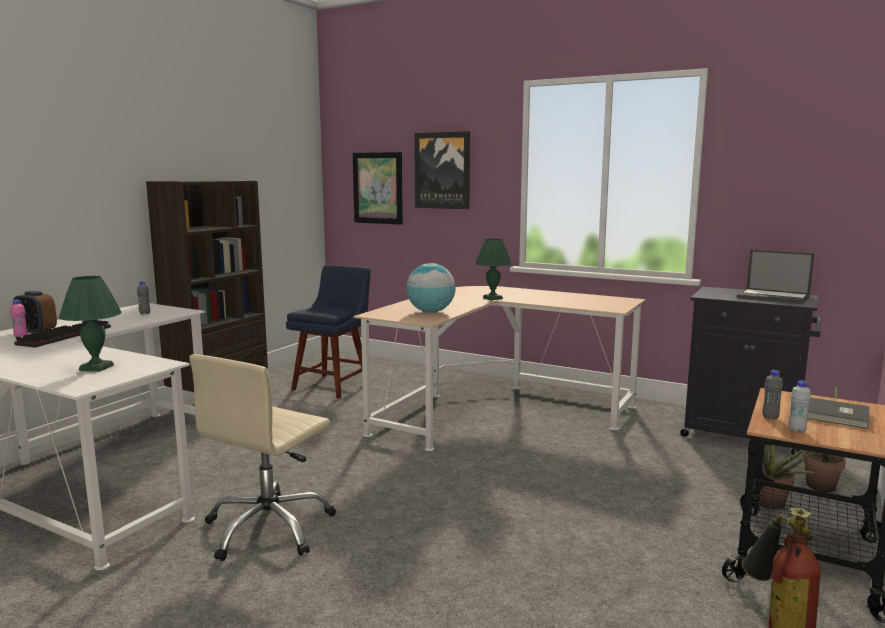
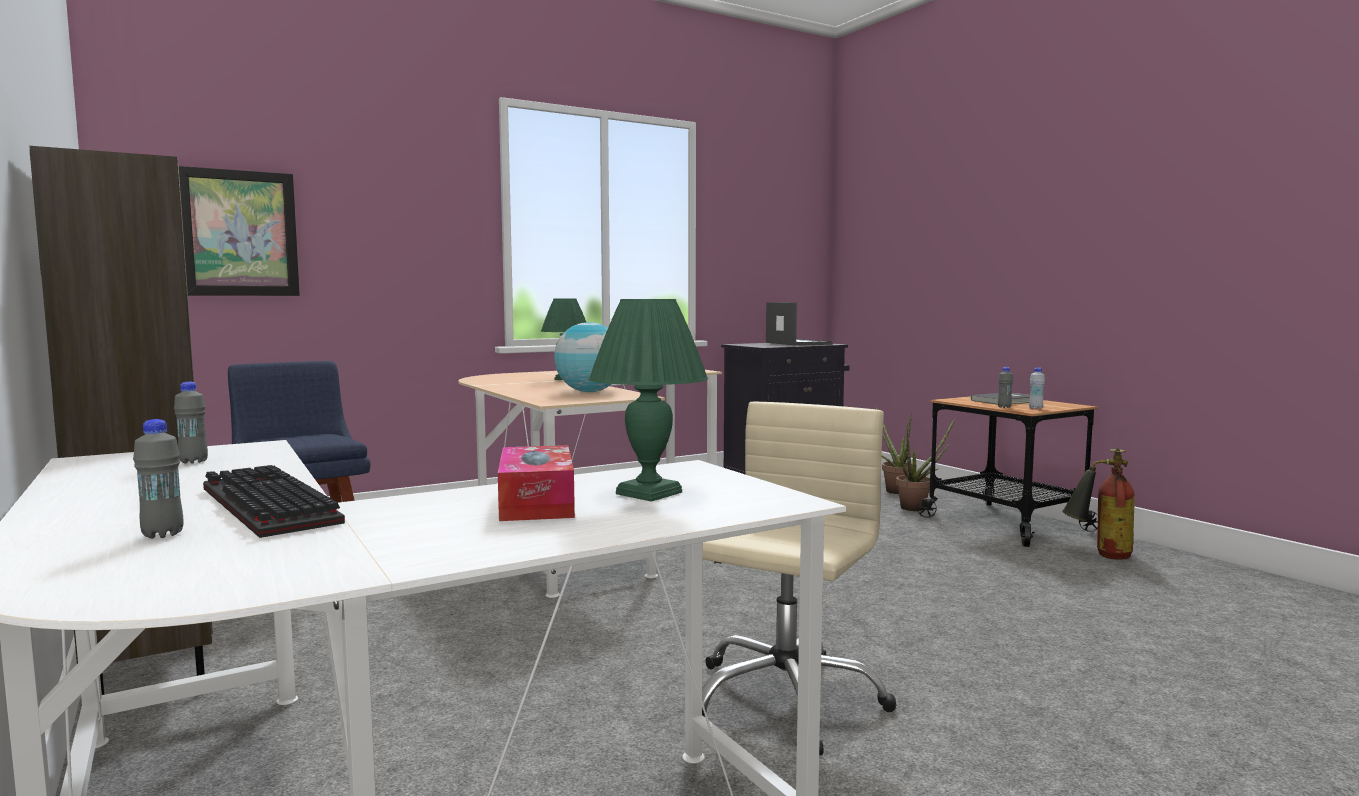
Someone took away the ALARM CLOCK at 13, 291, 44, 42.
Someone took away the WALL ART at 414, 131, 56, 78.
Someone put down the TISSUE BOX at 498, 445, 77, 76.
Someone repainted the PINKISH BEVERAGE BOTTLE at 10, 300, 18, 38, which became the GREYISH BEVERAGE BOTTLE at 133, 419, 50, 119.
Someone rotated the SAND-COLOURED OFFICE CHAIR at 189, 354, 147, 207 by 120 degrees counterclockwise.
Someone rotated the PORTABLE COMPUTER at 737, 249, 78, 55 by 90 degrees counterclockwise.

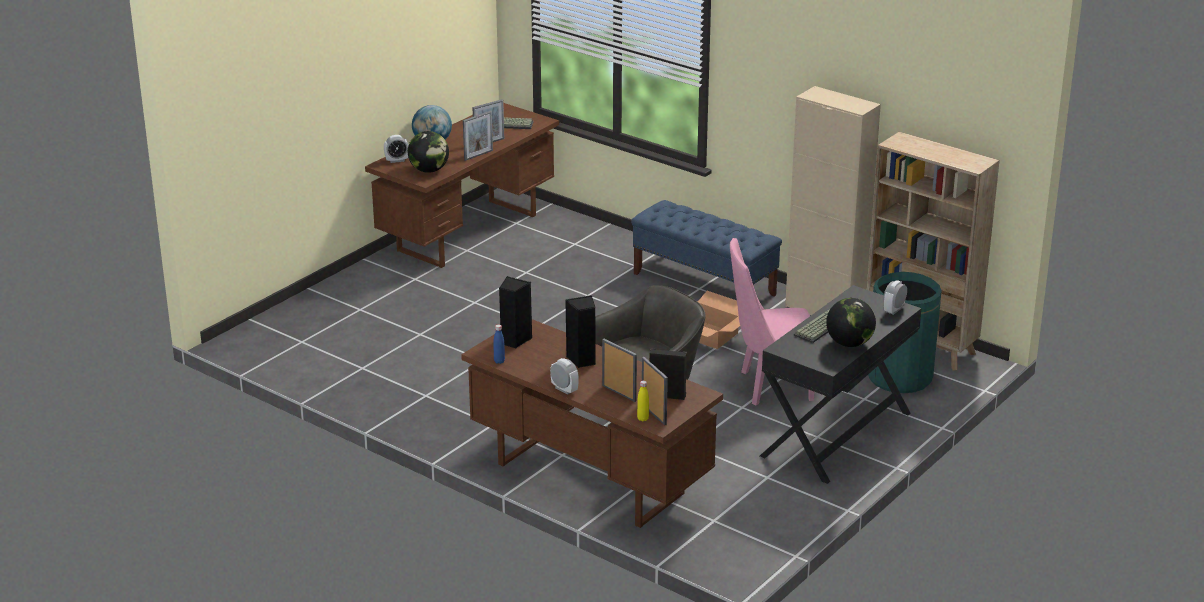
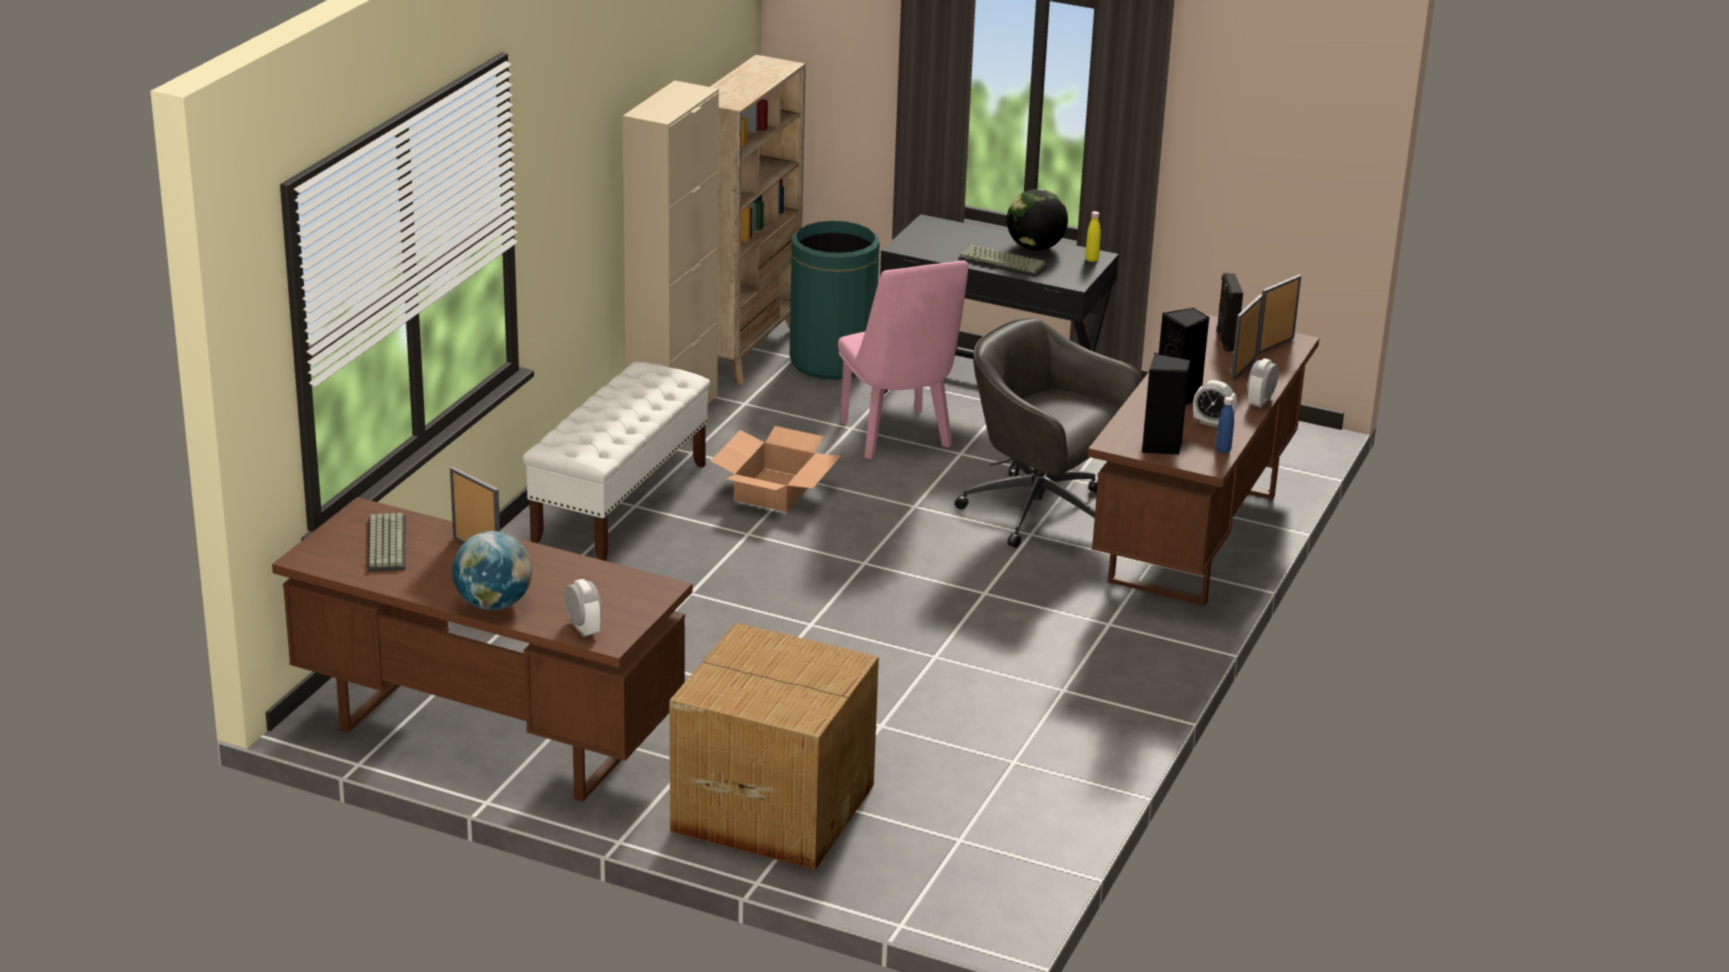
Someone took away the DESK GLOBE at 408, 131, 41, 42.
Someone took away the STANDING FRAME at 463, 111, 30, 50.
Someone put down the PACKING BOX at 670, 622, 209, 248.
Someone carried the YELLOW-COLOURED BEVERAGE BOTTLE from 637, 380, 12, 41 to 1085, 211, 16, 51.
Someone carried the ALARM CLOCK from 883, 280, 24, 35 to 1193, 380, 44, 47.
Someone repainted the BLUE BENCH at 631, 200, 151, 96, which became the WHITE BENCH at 523, 362, 187, 199.

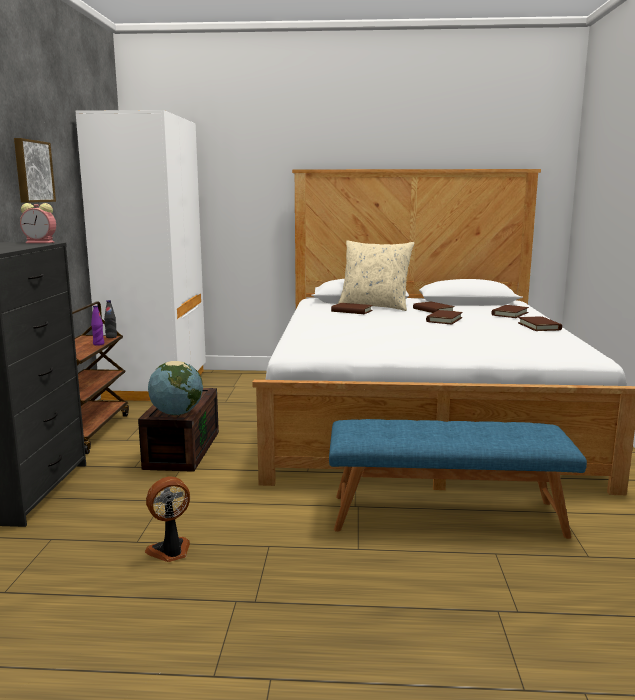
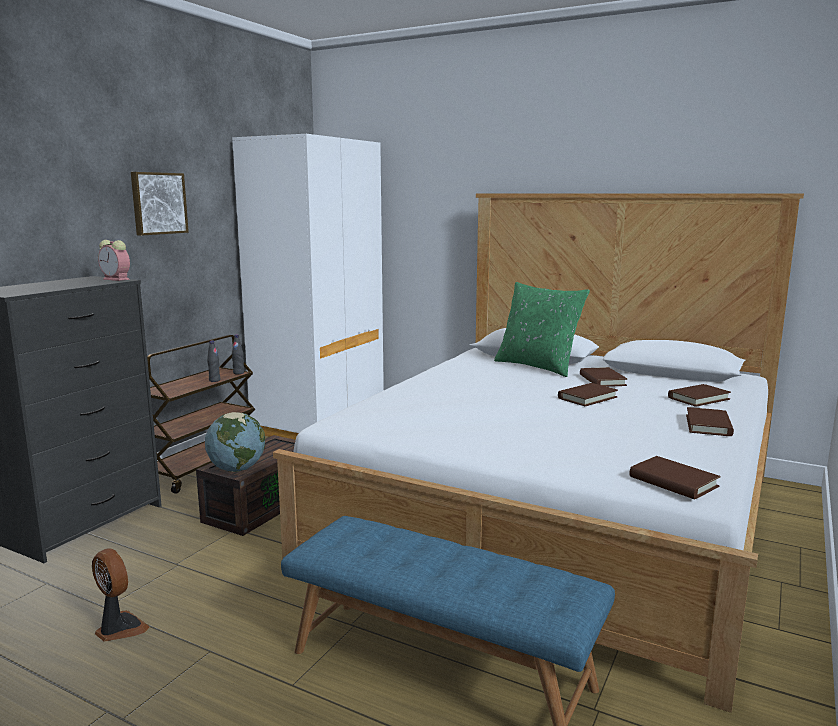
Someone carried the BROWN VOLUME from 331, 303, 42, 11 to 630, 456, 90, 43.
Someone repainted the PURPLISH BEVERAGE BOTTLE at 91, 305, 13, 41, which became the BLACK BEVERAGE BOTTLE at 207, 340, 13, 42.
Someone repainted the SAND-COLOURED THROW PILLOW at 338, 240, 76, 71, which became the GREENISH THROW PILLOW at 494, 282, 96, 95.
Someone rotated the FAN at 145, 477, 45, 85 by 45 degrees clockwise.

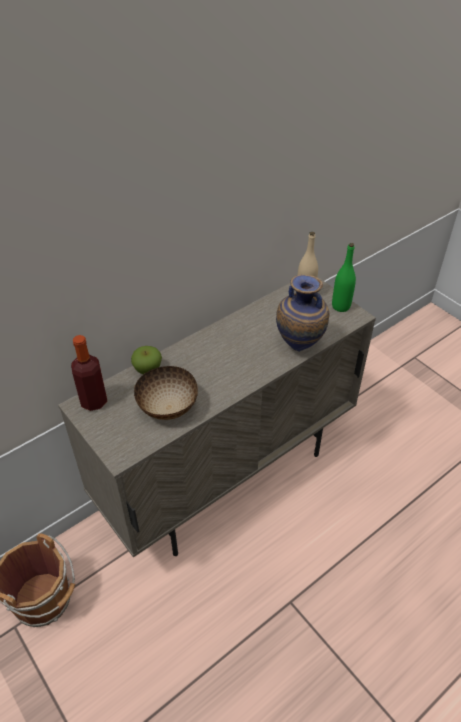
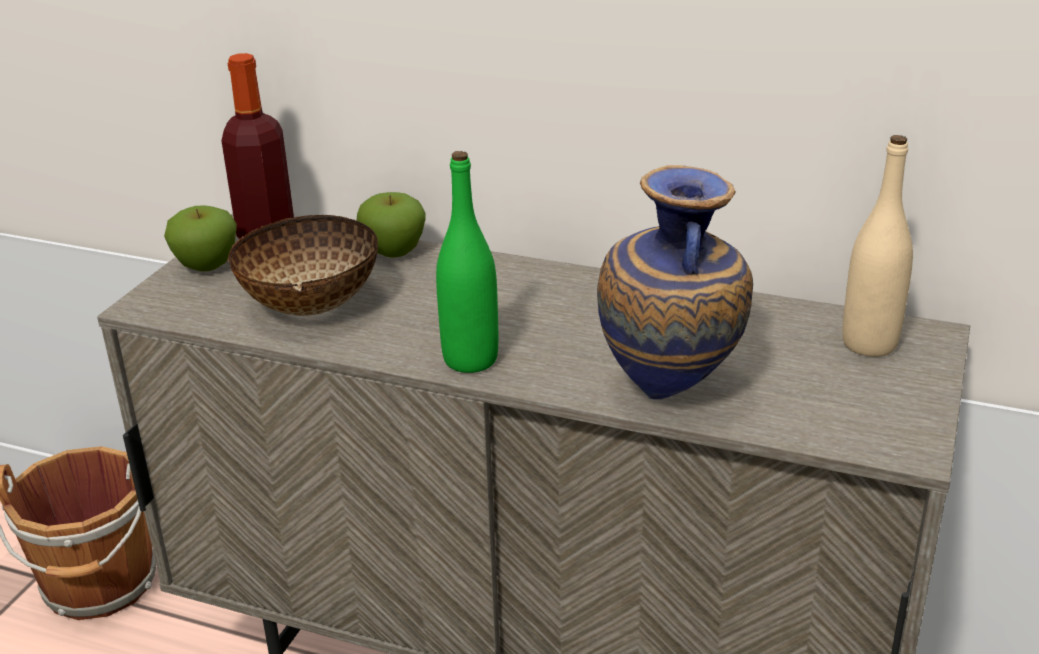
Someone put down the WHOLE APPLE at 164, 205, 73, 66.
Someone carried the GREENISH BEVERAGE BOTTLE from 332, 243, 24, 69 to 436, 151, 62, 222.

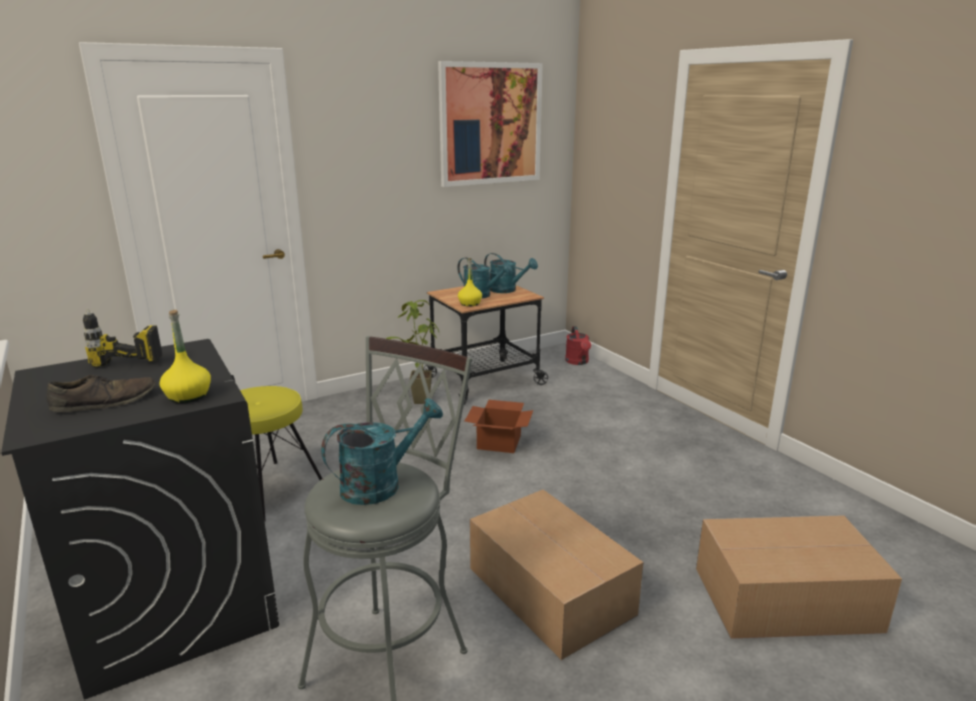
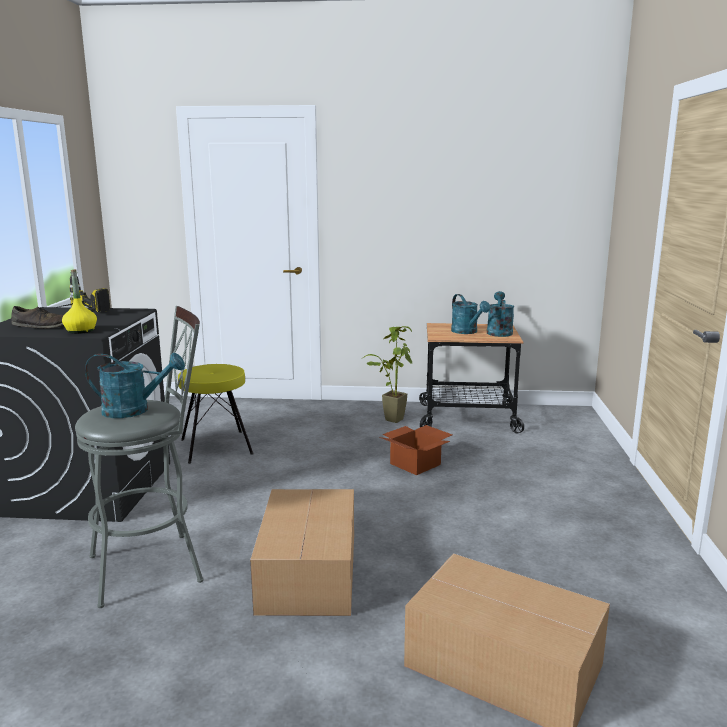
Someone took away the WALL ART at 438, 61, 105, 126.
Someone took away the YELLOW-COLOURED BEVERAGE BOTTLE at 458, 258, 24, 48.
Someone took away the RED SPRINKLING CAN at 565, 326, 26, 39.
Someone rotated the TURQUOISE-COLOURED SPRINKLING CAN at 484, 253, 54, 40 by 150 degrees counterclockwise.

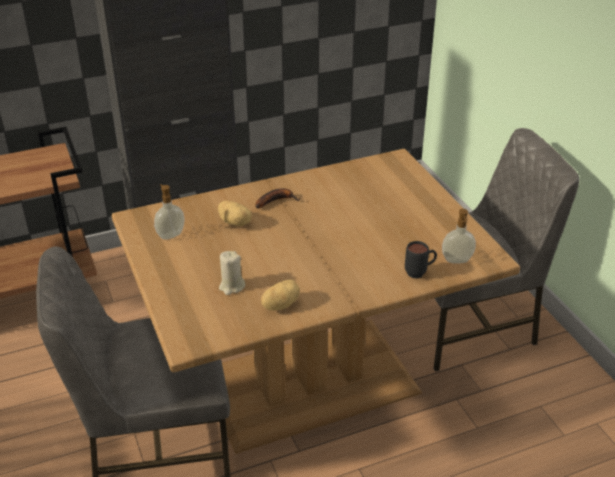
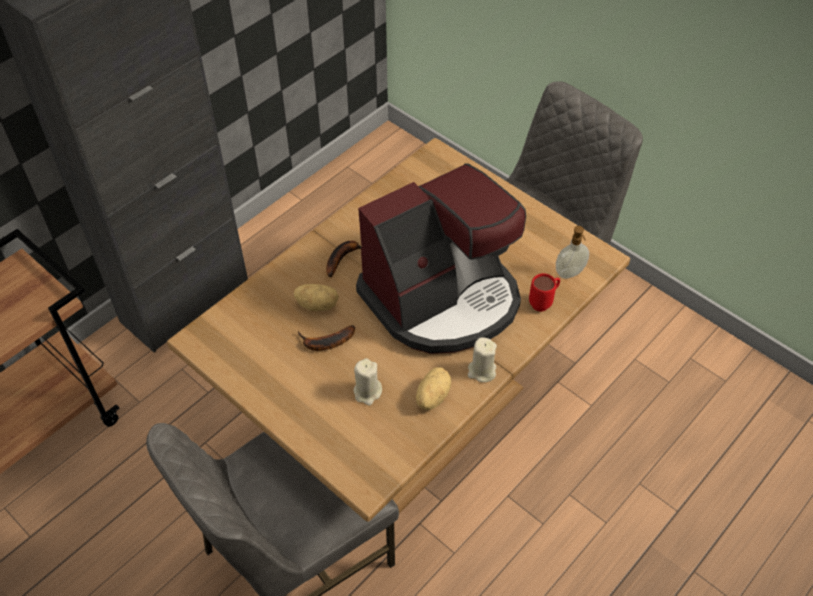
Someone took away the SOAP BOTTLE at 154, 184, 31, 56.
Someone put down the BANANA FRUIT at 298, 325, 57, 26.
Someone put down the COFFEE MACHINE at 356, 163, 170, 191.
Someone put down the SAND-COLOURED WAX LIGHT at 468, 337, 29, 45.
Someone repainted the BLACK COFFEE MUG at 405, 241, 32, 38, which became the RED COFFEE MUG at 529, 273, 31, 39.

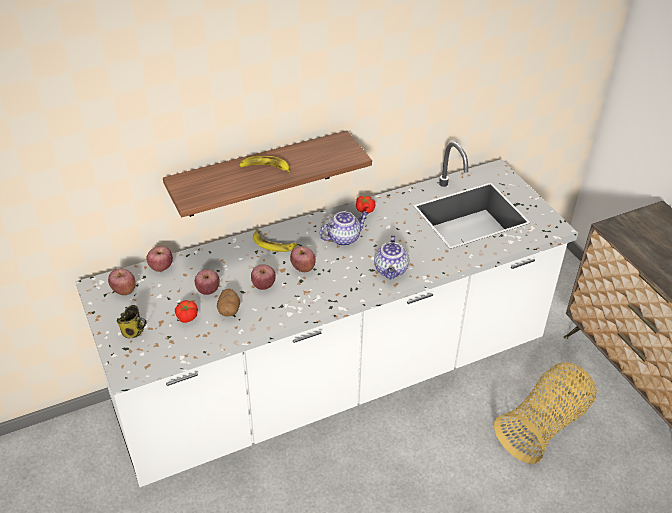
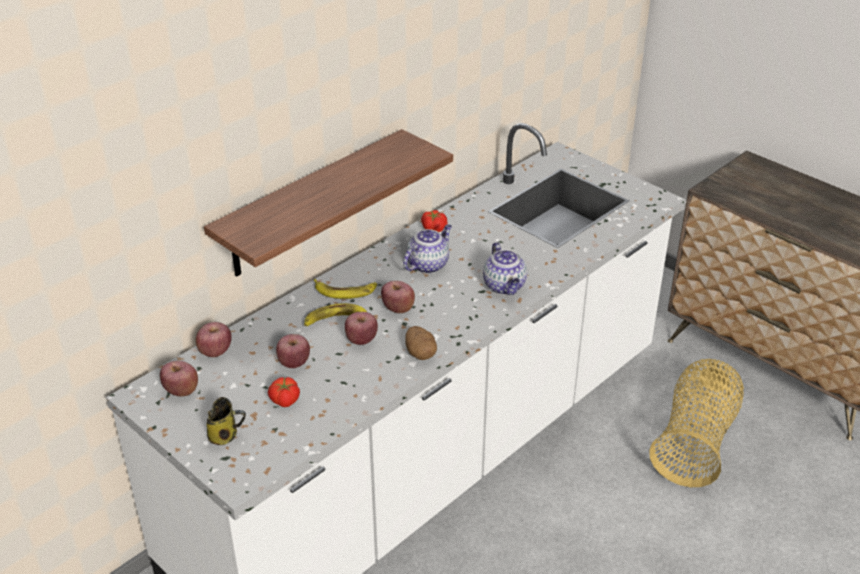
Someone carried the SPUD from 217, 289, 23, 28 to 405, 326, 32, 34.
Someone carried the BANANA FRUIT from 239, 156, 51, 17 to 304, 303, 63, 23.

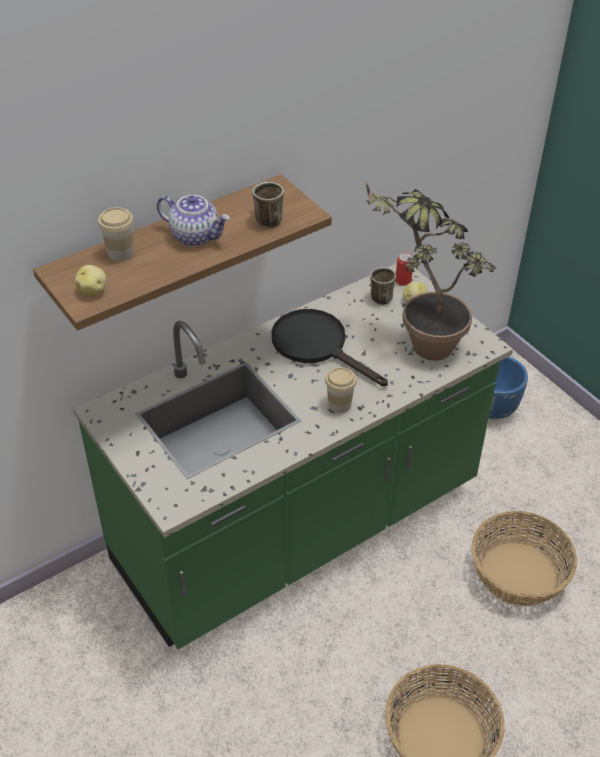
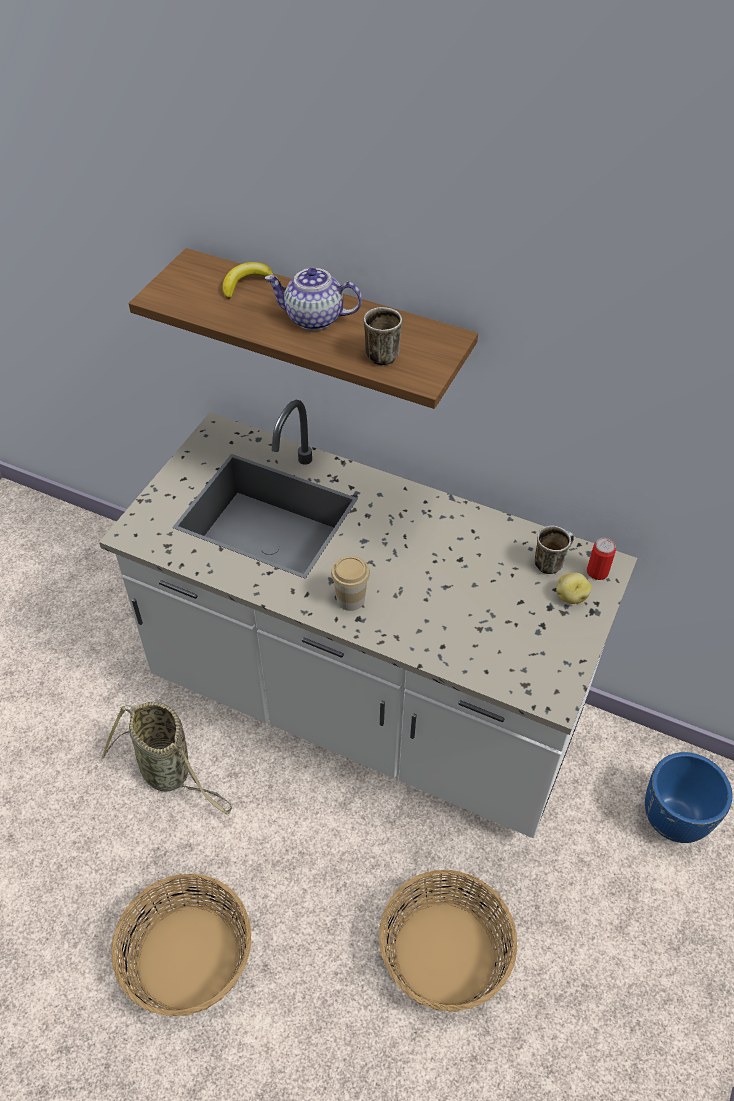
Someone took away the SPUD at 75, 265, 32, 31.
Someone took away the BLACK SKILLET at 272, 309, 116, 77.
Someone took away the PLANT IN A POT at 364, 178, 132, 183.
Someone put down the BASKET at 101, 702, 131, 113.
Someone swapped the DRINKING CUP at 98, 207, 36, 54 for the BANANA FRUIT at 222, 262, 59, 37.
Someone repainted the GREENISH KITCHEN BASE UNIT at 73, 263, 440, 386, which became the WHITE KITCHEN BASE UNIT at 99, 400, 538, 438.
Someone rotated the TEA POT at 157, 195, 73, 52 by 105 degrees clockwise.

